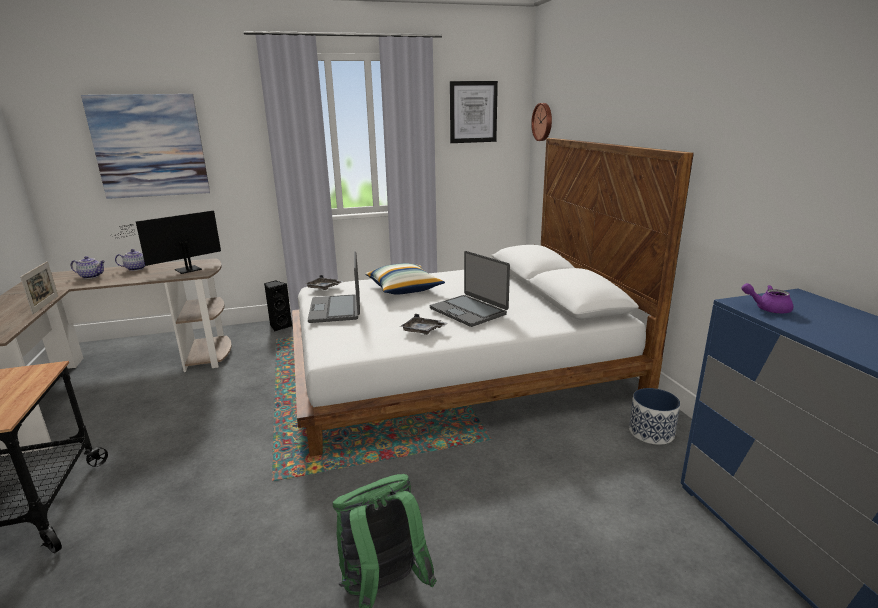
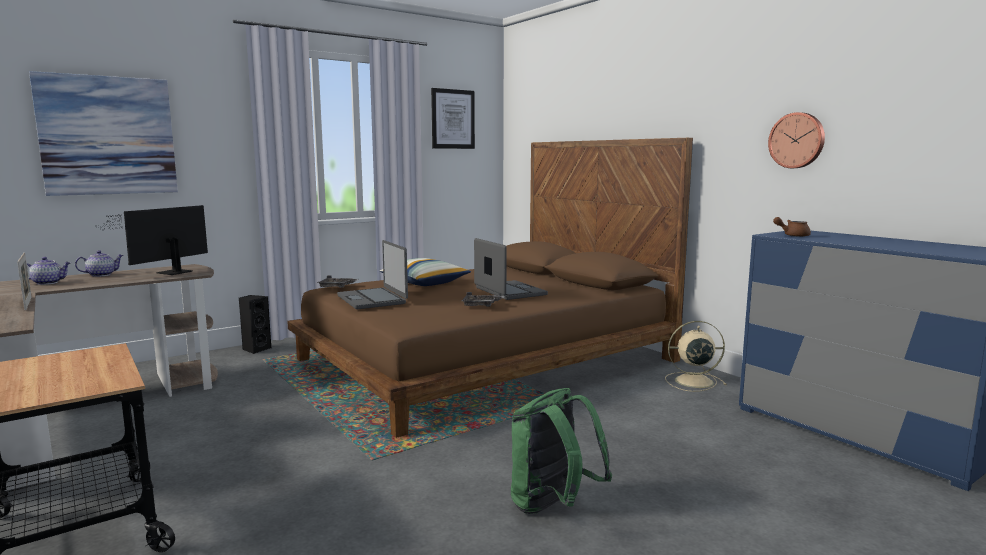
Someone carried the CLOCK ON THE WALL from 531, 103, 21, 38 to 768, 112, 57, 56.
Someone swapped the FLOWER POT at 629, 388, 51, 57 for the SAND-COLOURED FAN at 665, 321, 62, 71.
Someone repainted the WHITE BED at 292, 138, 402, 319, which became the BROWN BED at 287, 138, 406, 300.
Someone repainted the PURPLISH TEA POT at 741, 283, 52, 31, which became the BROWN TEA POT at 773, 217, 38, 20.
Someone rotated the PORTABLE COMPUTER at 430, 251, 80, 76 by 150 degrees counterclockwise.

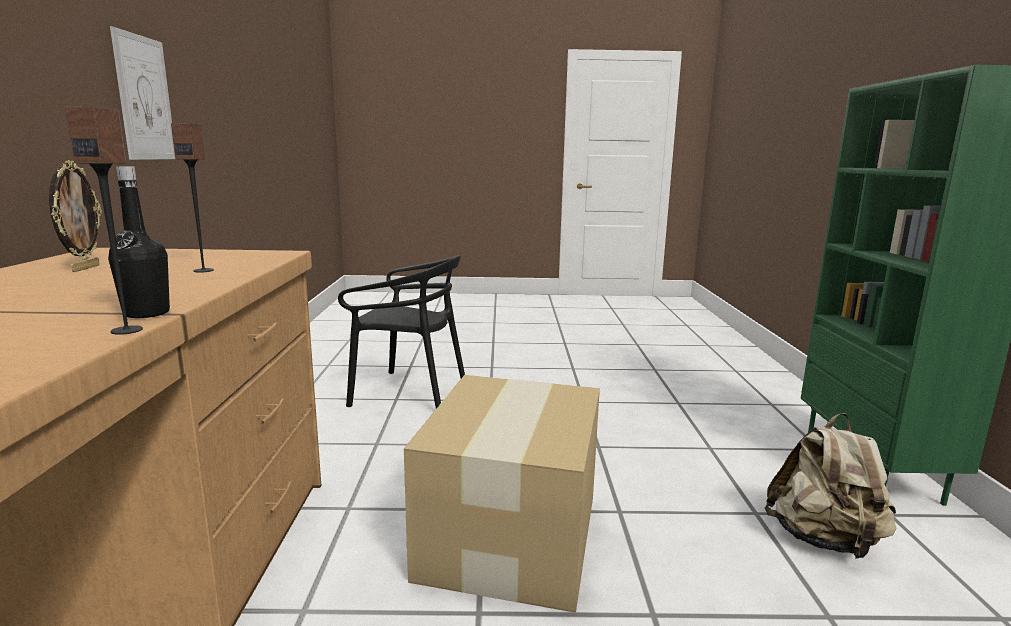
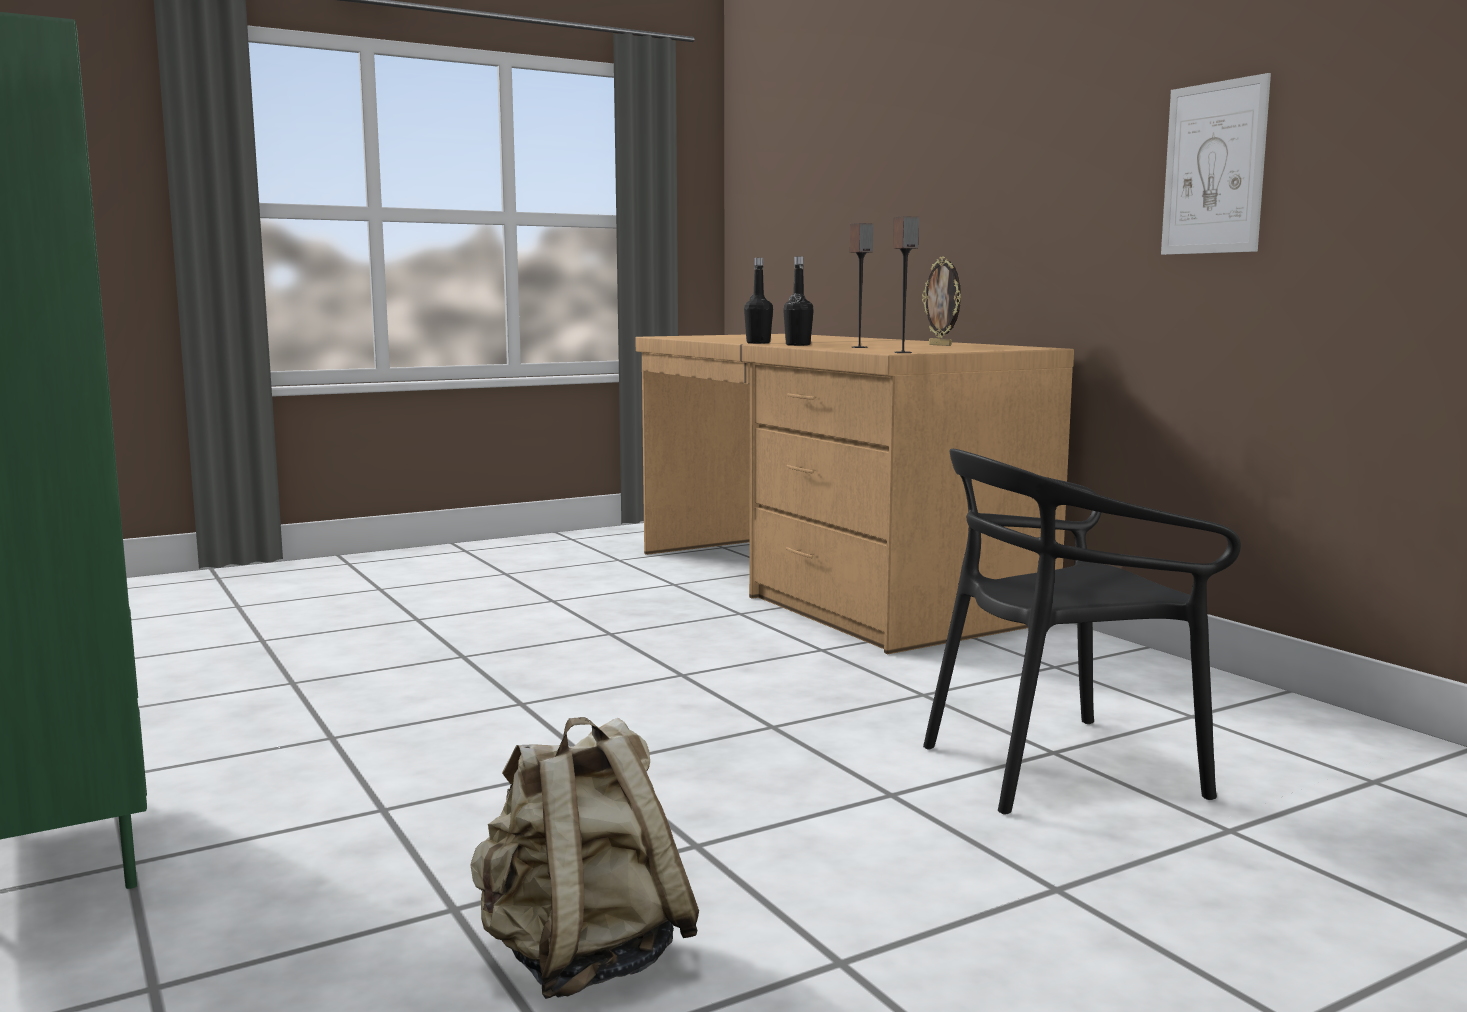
Someone took away the PACKING BOX at 404, 375, 196, 238.
Someone put down the BLACK BEVERAGE BOTTLE at 783, 256, 31, 90.
Someone carried the SPEAKER from 65, 107, 78, 228 to 893, 216, 26, 137.
Someone carried the SAND-COLOURED RUCKSACK from 765, 413, 132, 146 to 470, 717, 229, 282.

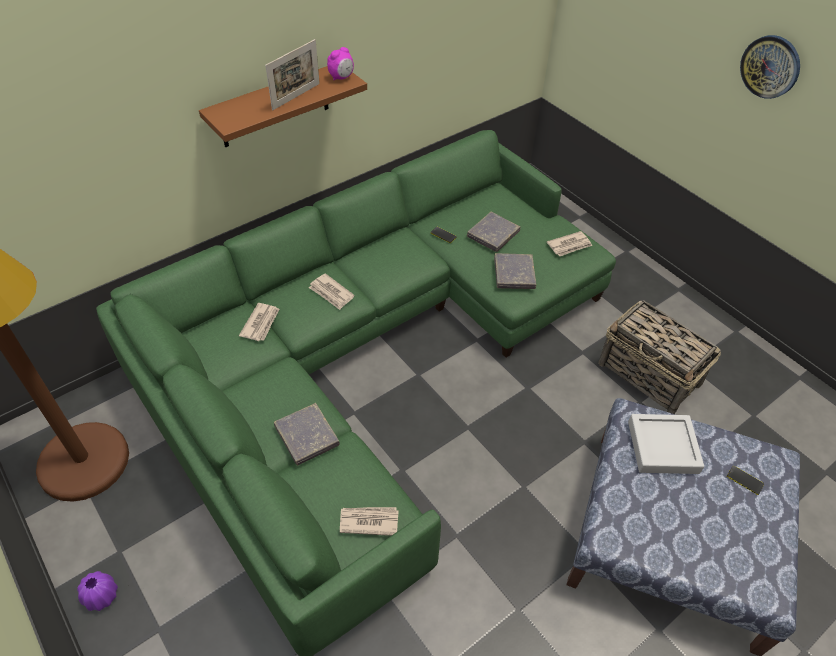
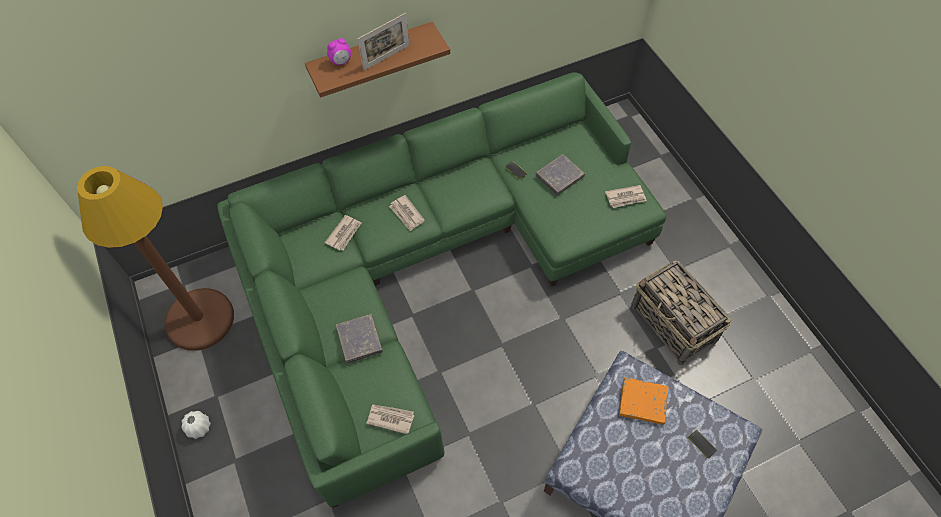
Someone took away the GREYISH VOLUME at 494, 253, 42, 36.
Someone took away the CLOCK ON THE WALL at 740, 35, 60, 64.
Someone carried the ALARM CLOCK from 327, 47, 27, 33 to 327, 38, 24, 27.
Someone swapped the GREYISH TRAY at 628, 414, 76, 60 for the ORANGE VOLUME at 619, 377, 50, 48.
Someone repainted the PURPLISH VASE at 77, 571, 41, 40, which became the WHITE VASE at 181, 411, 30, 28.

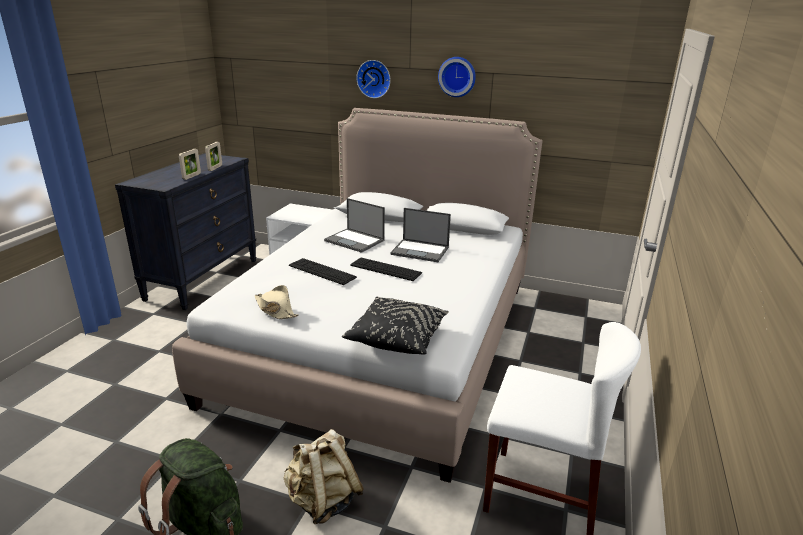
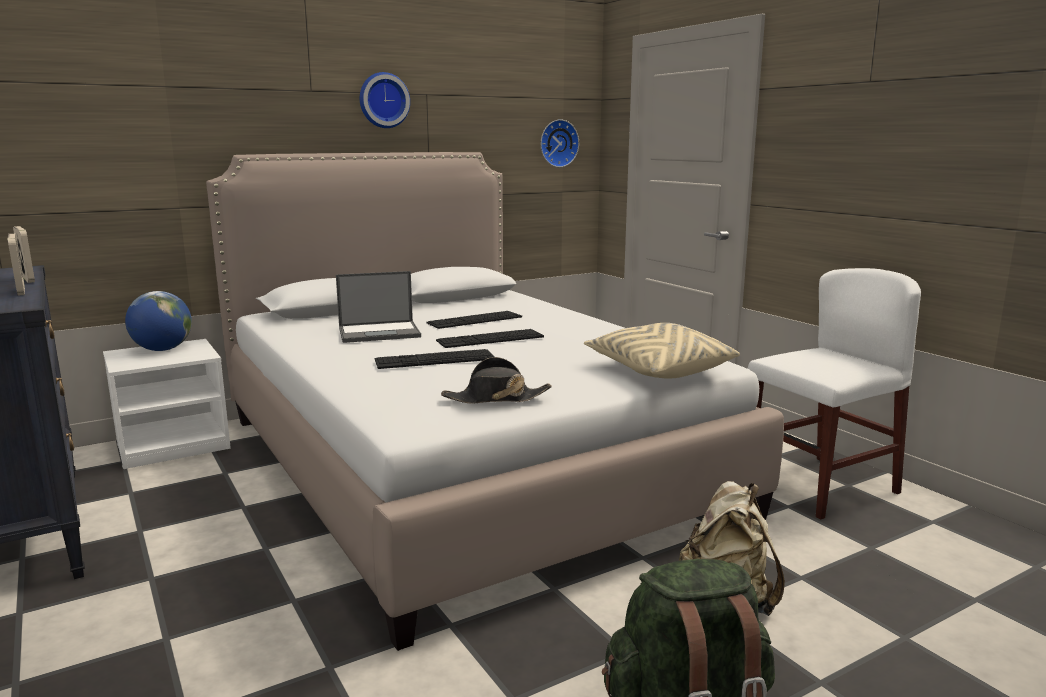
Someone put down the DESK GLOBE at 125, 291, 67, 60.
Someone carried the CLOCK ON THE WALL from 356, 60, 35, 38 to 541, 119, 38, 48.
Someone swapped the PORTABLE COMPUTER at 390, 208, 61, 54 for the COMPUTER KEYBOARD at 426, 311, 96, 18.
Someone repainted the SAND-COLOURED HAT at 255, 285, 43, 34, which became the BLACK HAT at 441, 357, 111, 47.
Someone repainted the BLACK THROW PILLOW at 342, 297, 107, 58, which became the SAND-COLOURED THROW PILLOW at 584, 323, 156, 56.

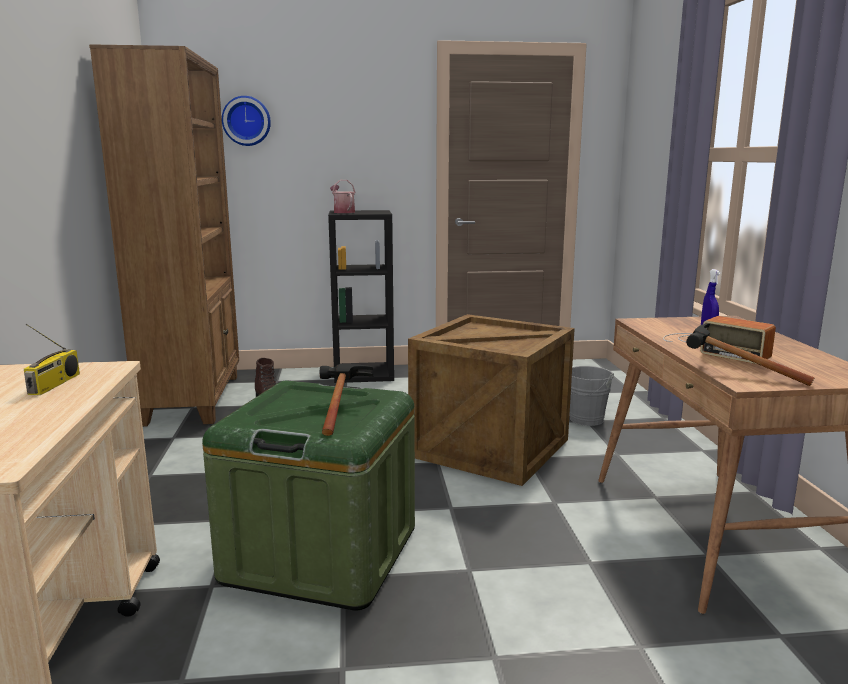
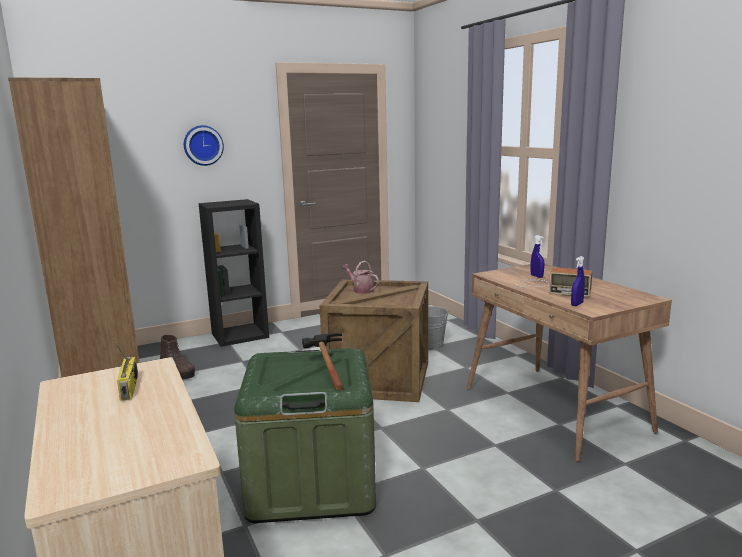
Someone carried the CLOCK ON THE WALL from 222, 96, 49, 50 to 184, 125, 40, 41.
Someone carried the SPRINKLING CAN from 330, 180, 25, 33 to 342, 261, 37, 33.
Someone swapped the HAND HAMMER at 686, 323, 128, 63 for the BLUE HAND SPRAYER at 571, 256, 14, 50.

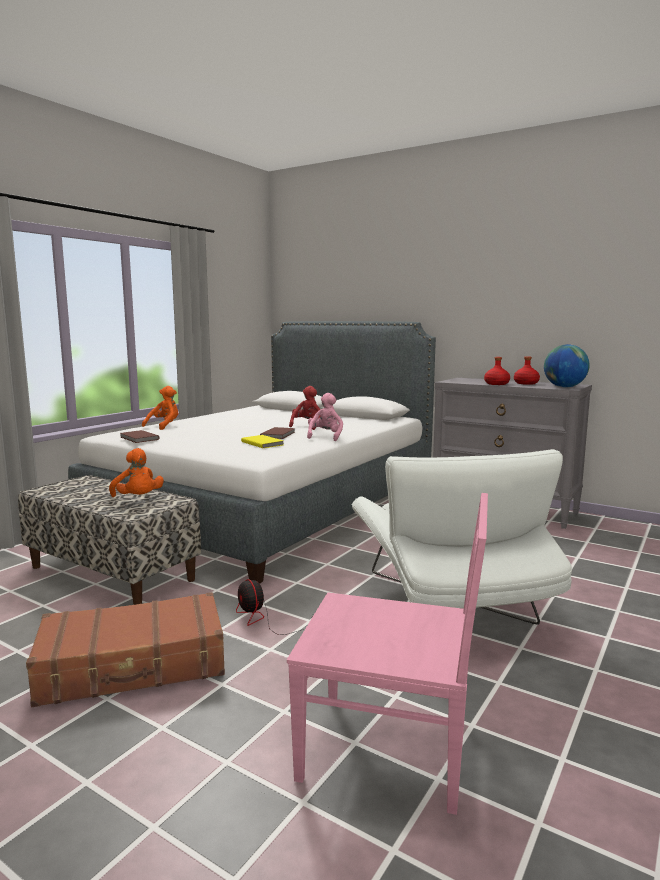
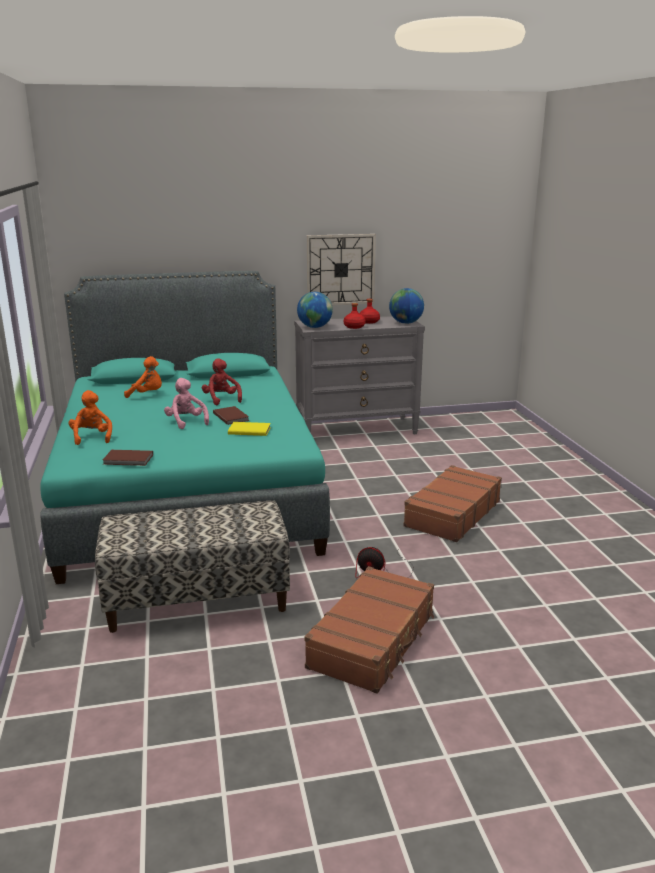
Someone took away the PINKISH PLAIN CHAIR at 287, 493, 201, 322.
Someone put down the DESK GLOBE at 297, 292, 36, 36.
Someone put up the CLOCK ON THE WALL at 307, 234, 69, 71.
Someone carried the ORANGE PLUSH TOY from 109, 448, 55, 49 to 124, 356, 38, 42.
Someone carried the PINKISH PLUSH TOY from 307, 393, 36, 48 to 164, 378, 45, 51.
Someone swapped the WHITE EASY CHAIR at 351, 449, 221, 176 for the BROWN SUITCASE at 403, 465, 99, 77.
Someone repainted the WHITE BED at 68, 321, 368, 263, which became the TURQUOISE-COLOURED BED at 40, 271, 290, 313.

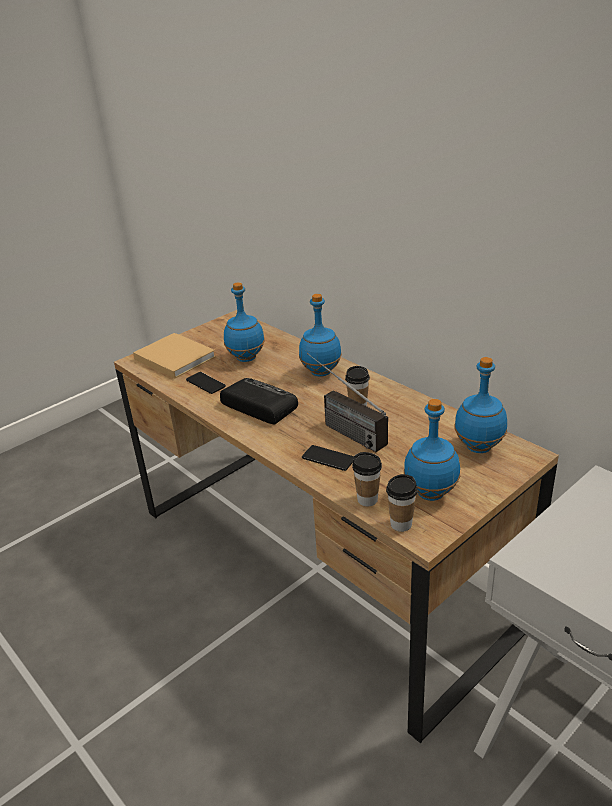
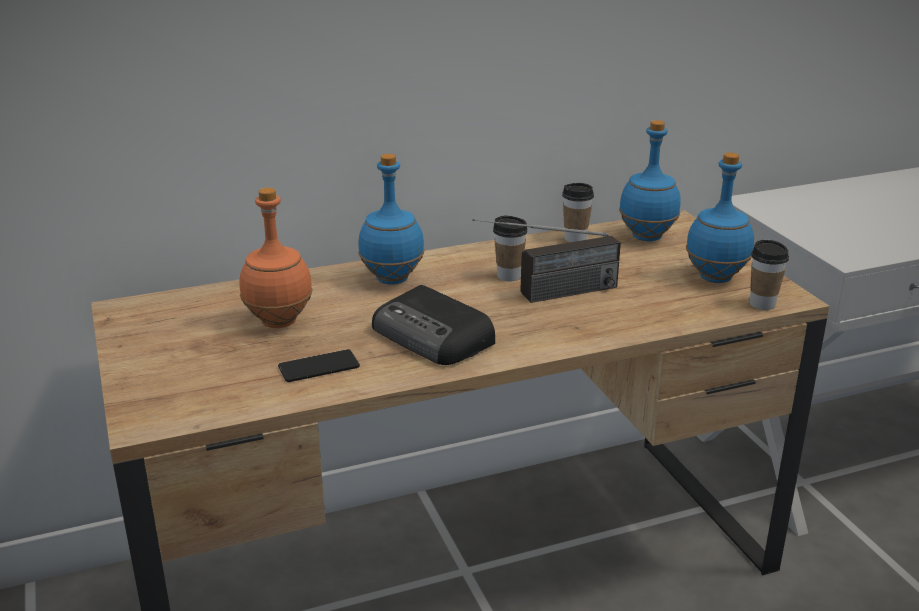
Someone took away the SAND-COLOURED VOLUME at 133, 333, 83, 46.
Someone took away the TELEPHONE at 302, 445, 52, 26.
Someone carried the DRINKING CUP from 352, 452, 30, 54 to 562, 183, 32, 59.
Someone repainted the BLUE BEVERAGE BOTTLE at 224, 282, 41, 80, which became the ORANGE BEVERAGE BOTTLE at 239, 188, 74, 140.
Someone rotated the RADIO RECEIVER at 220, 378, 78, 47 by 105 degrees counterclockwise.

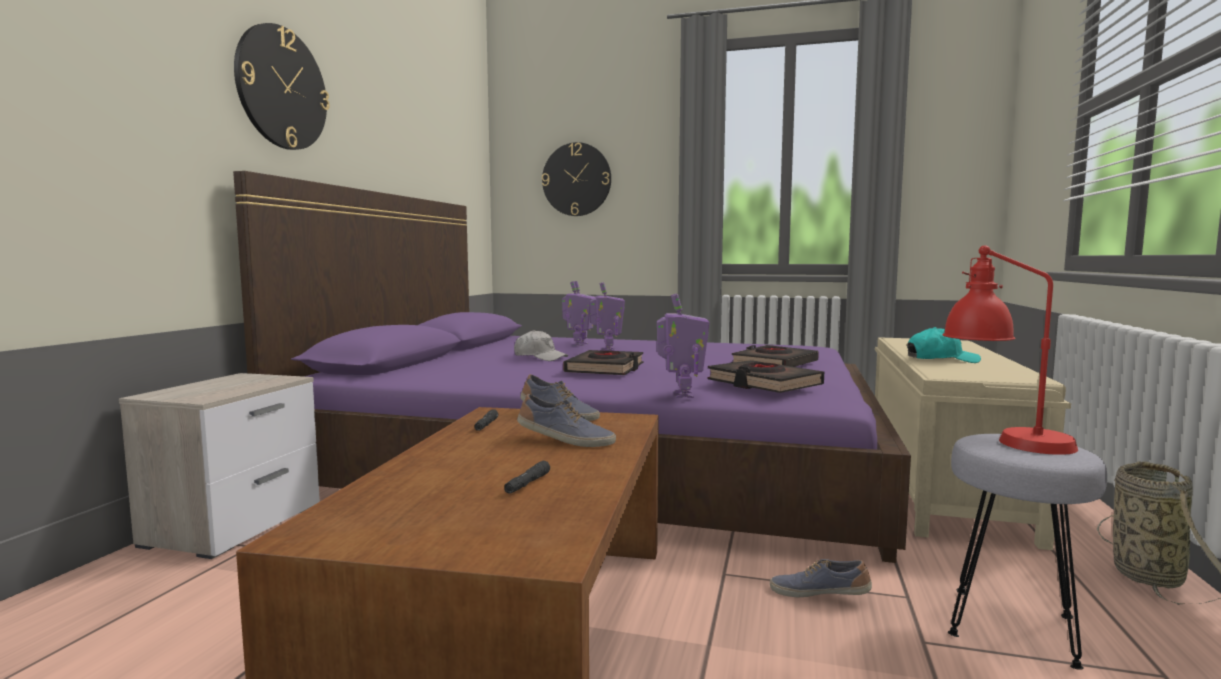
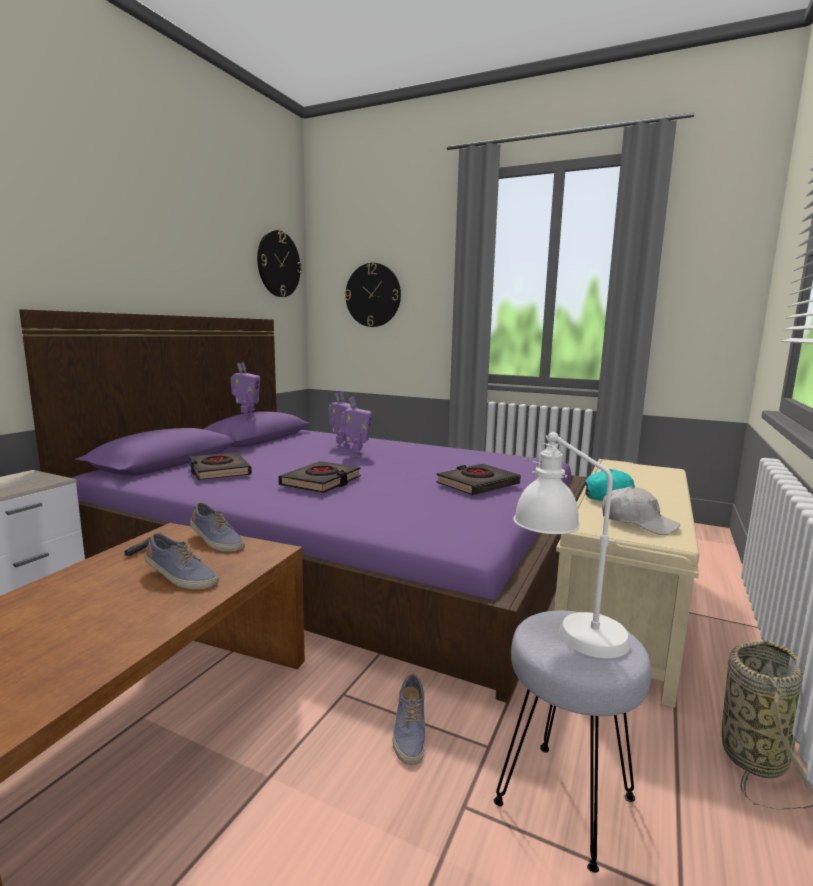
Someone took away the BLACK HAND TORCH at 504, 461, 46, 33.
Someone carried the CLOCK ON THE WALL from 234, 23, 96, 127 to 257, 230, 45, 67.
Someone carried the WHITE CAP from 514, 330, 54, 31 to 602, 486, 78, 49.
Someone carried the TOY ROBOT from 657, 294, 53, 104 to 230, 362, 30, 55.
Someone carried the BLACK VOLUME from 708, 360, 116, 33 to 189, 452, 63, 28.
Someone repainted the RED LAMP FOR A TABLE at 942, 245, 136, 210, which became the WHITE LAMP FOR A TABLE at 513, 432, 118, 226.
Someone rotated the ITEM OF FOOTWEAR at 770, 559, 102, 38 by 120 degrees counterclockwise.

